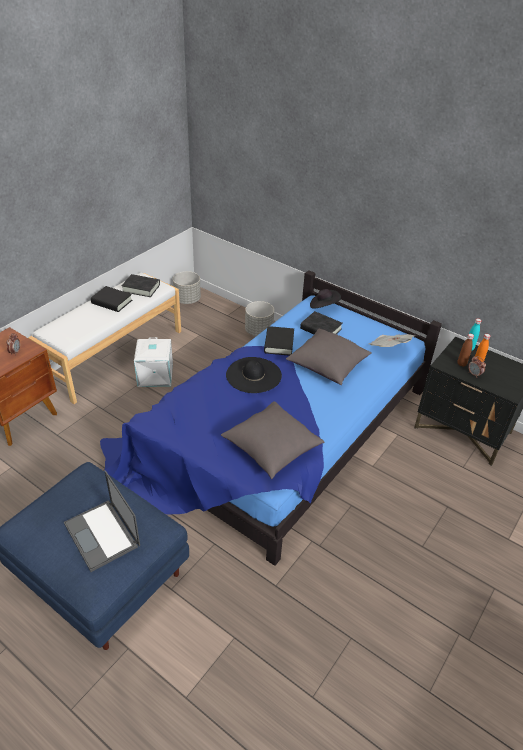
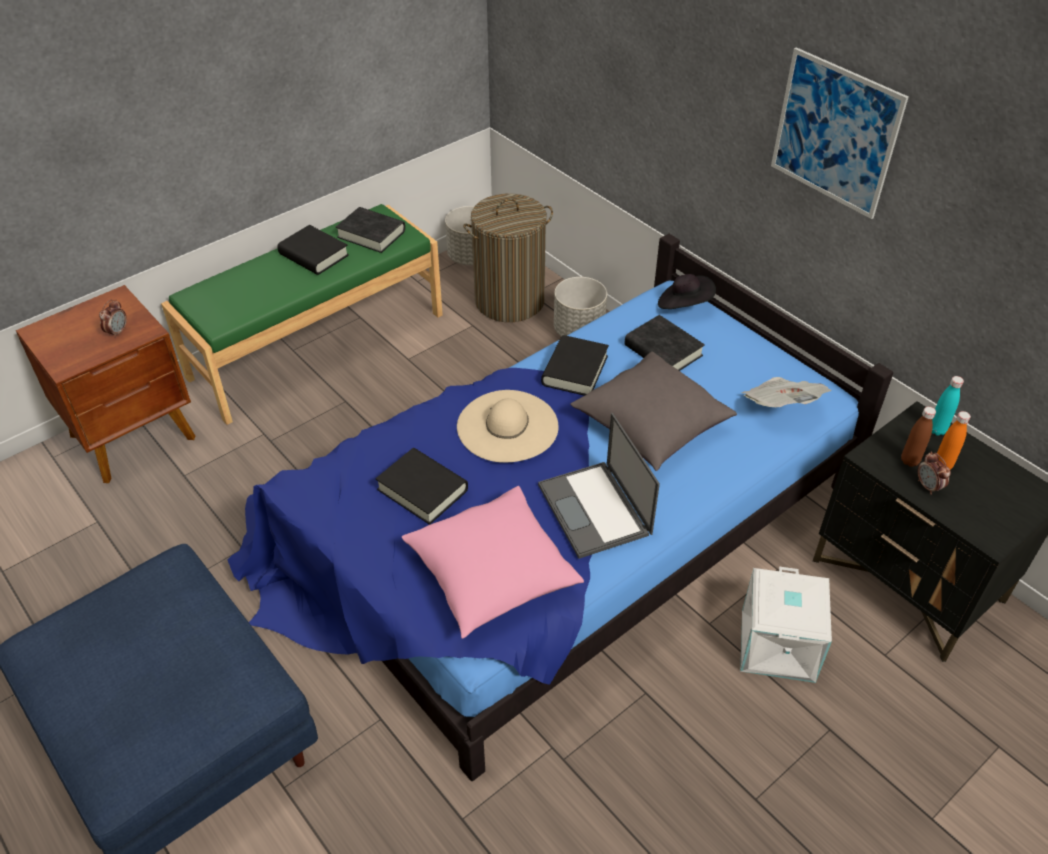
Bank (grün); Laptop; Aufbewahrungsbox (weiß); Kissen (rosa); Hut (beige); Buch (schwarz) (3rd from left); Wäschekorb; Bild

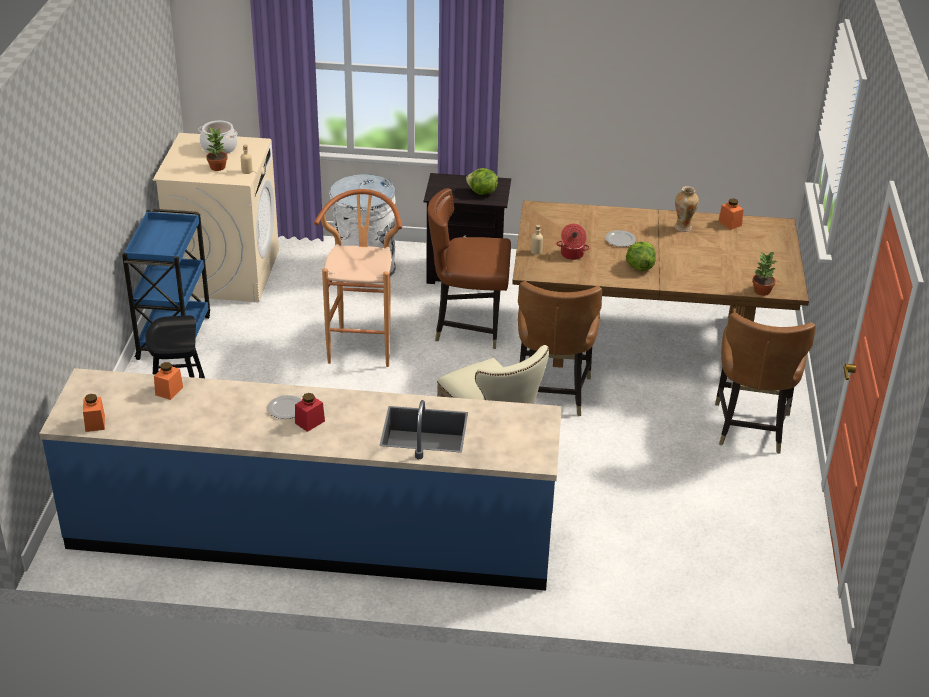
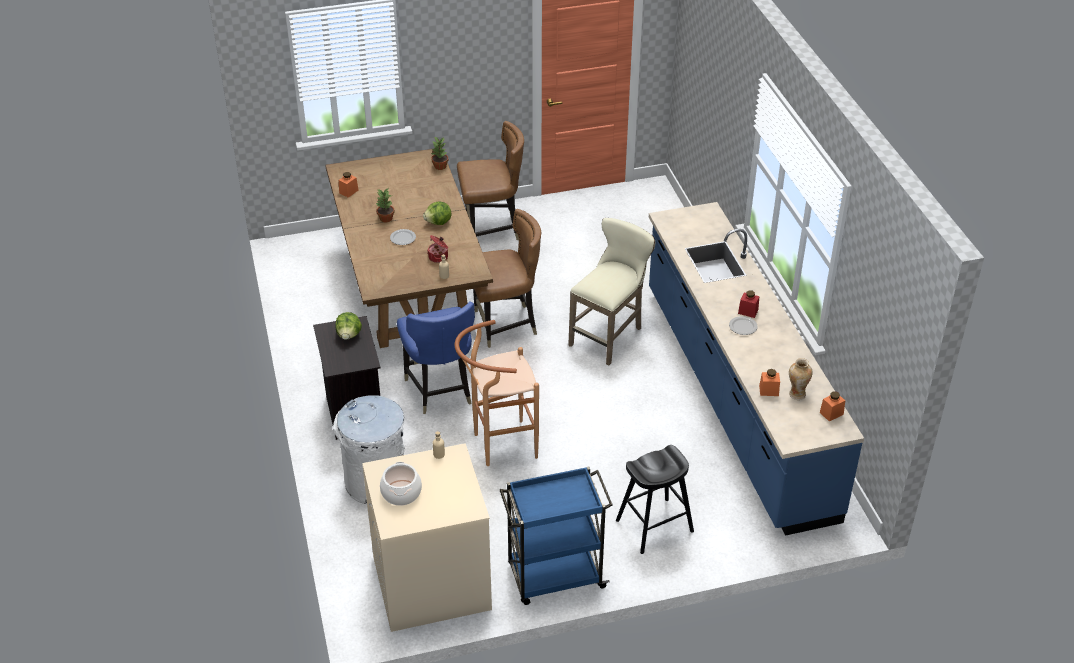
Topfpflanze (1st from left); Stuhl (blau); Vase

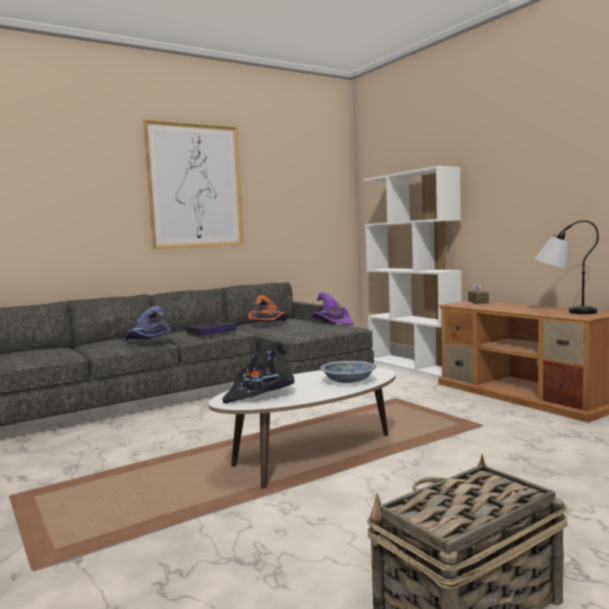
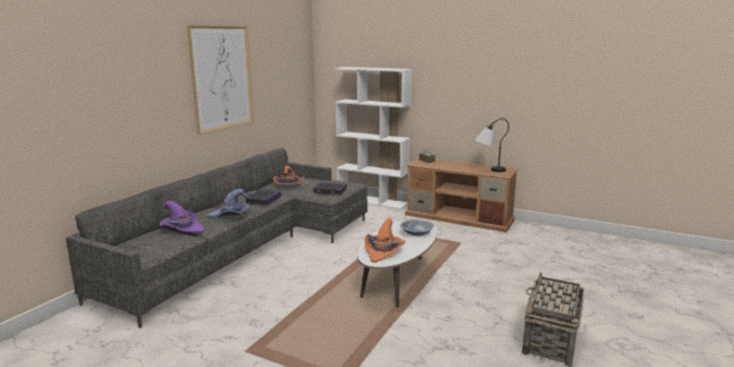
Hut (orange) (2nd from left); Hut (lila) (1st from left); Buch (2nd from left)

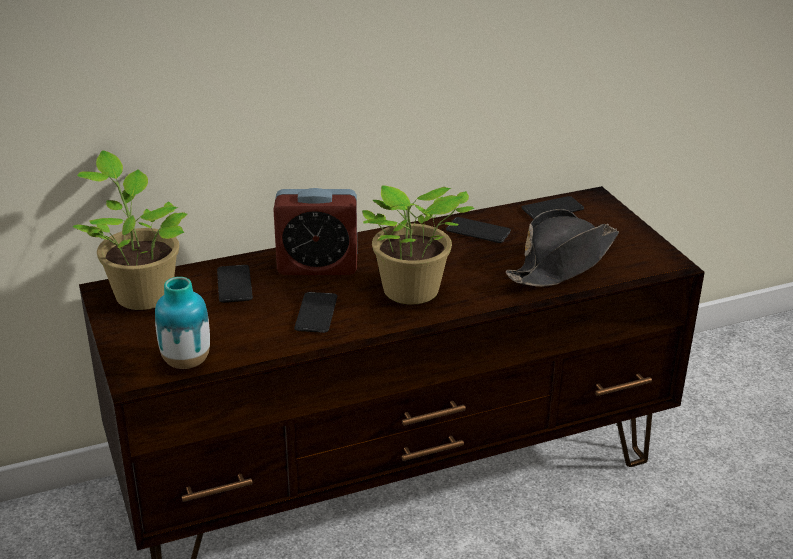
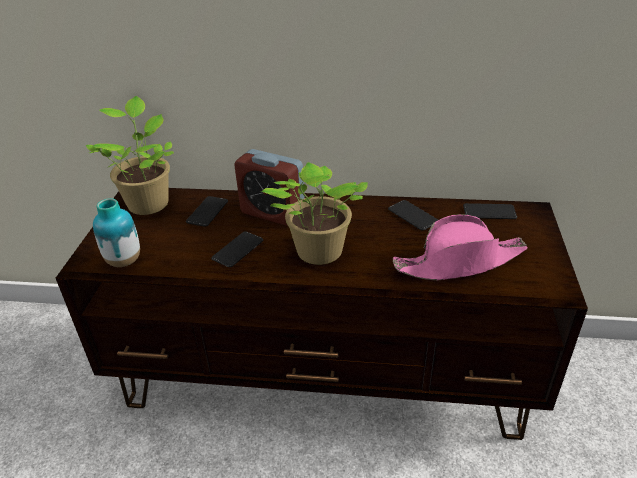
Hut (rosa)

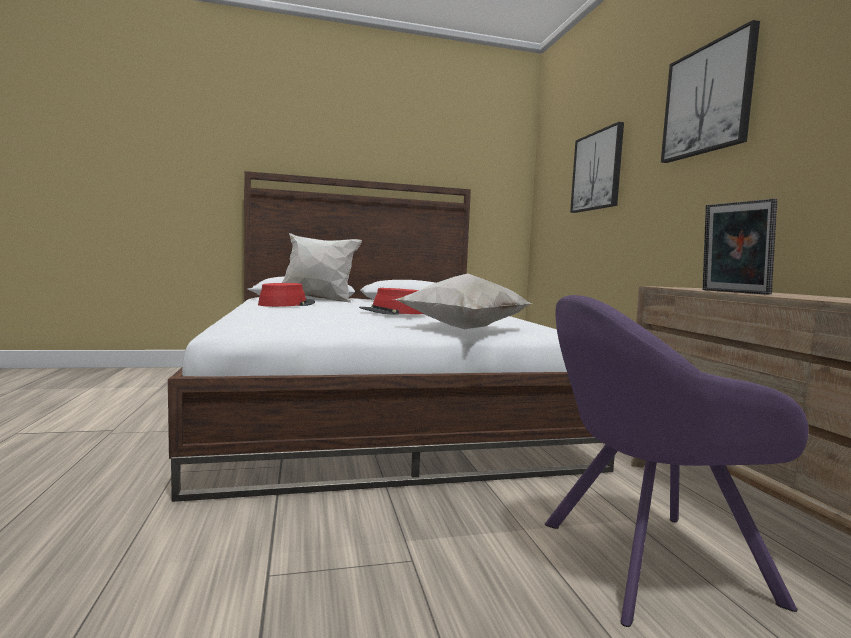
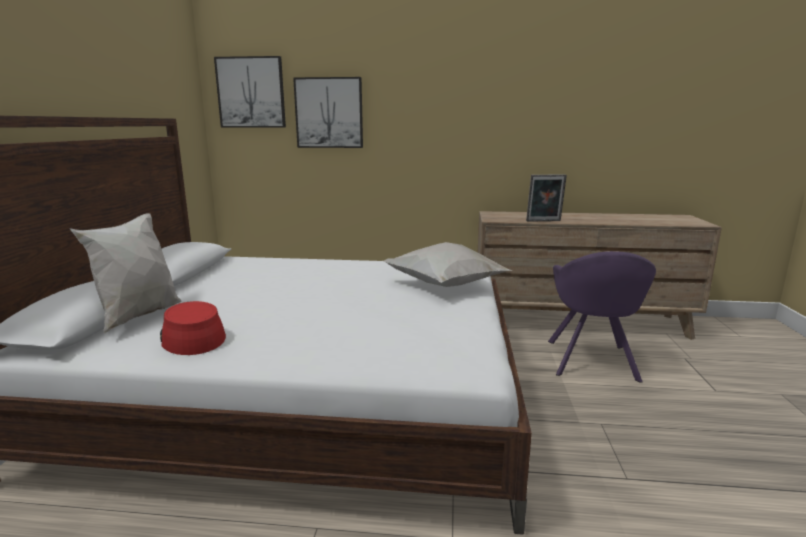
Hut (rot) (2nd from left in the first image); Bild (1st from left)

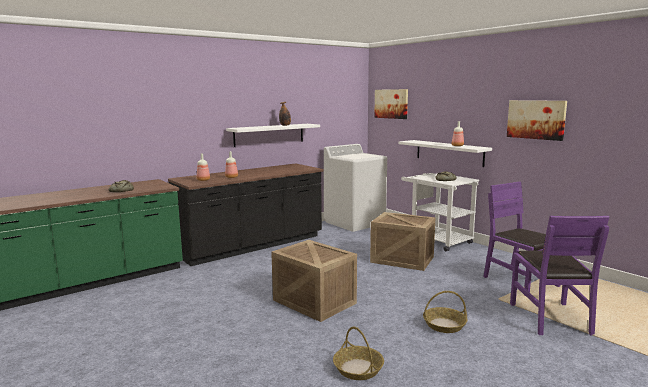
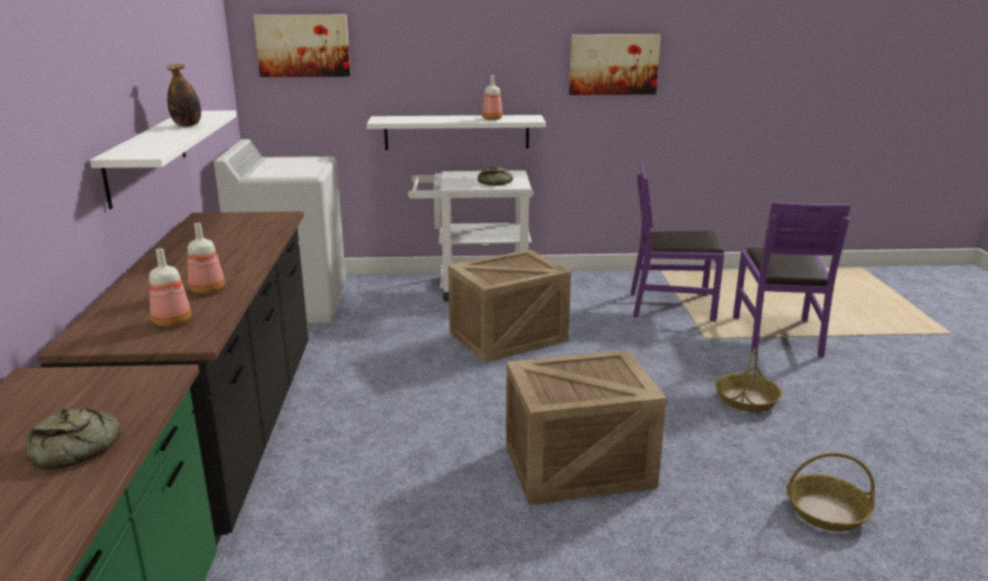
Stuhl (lila) (2nd from left)

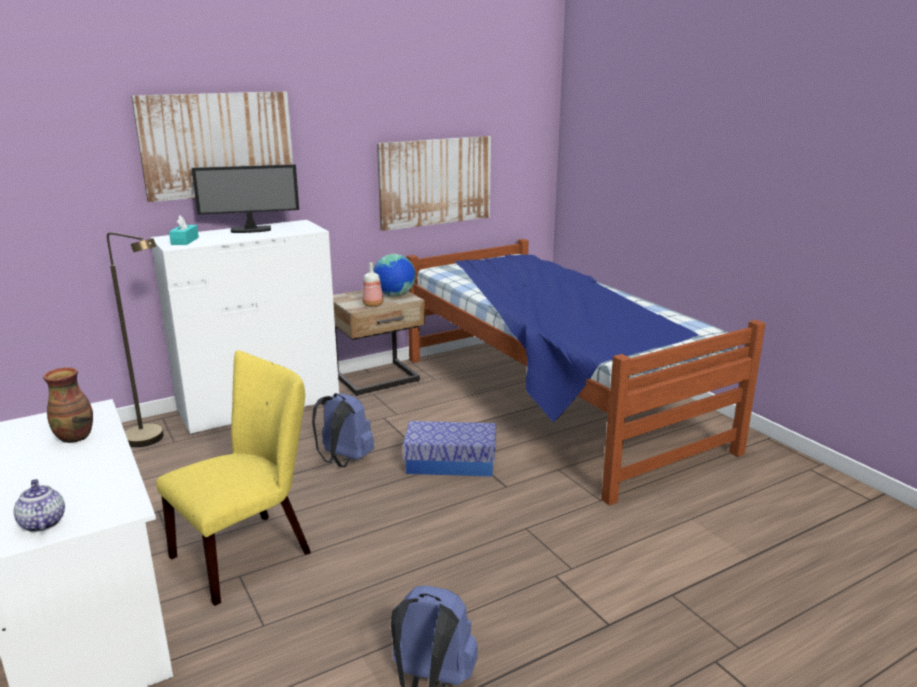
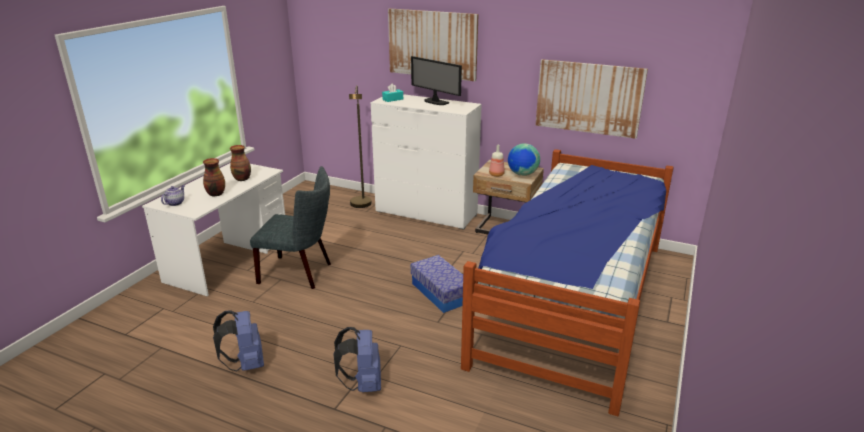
Stuhl (grau); Rucksack (blau) (2nd from left); Vase (1st from left)

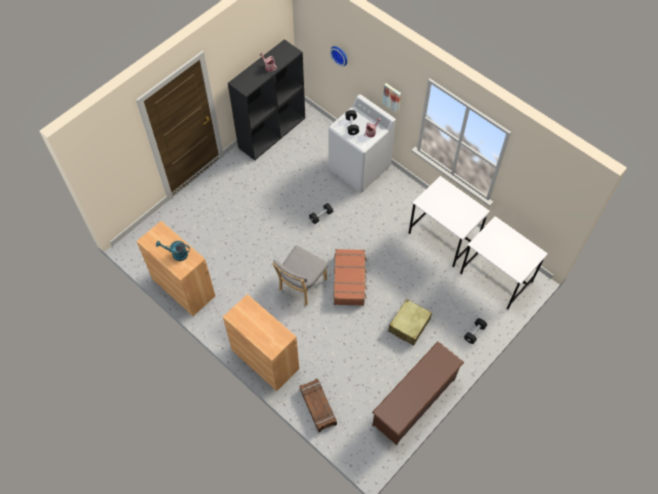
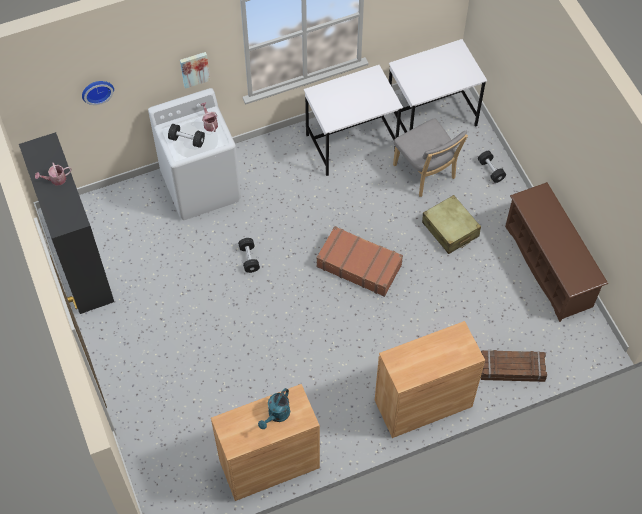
Stuhl (grau)

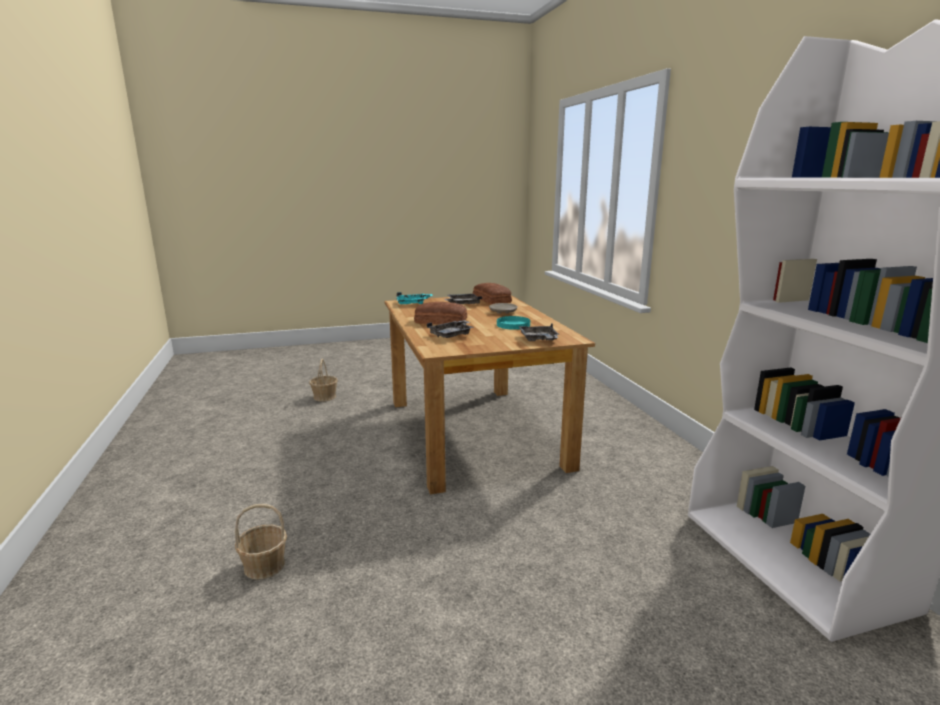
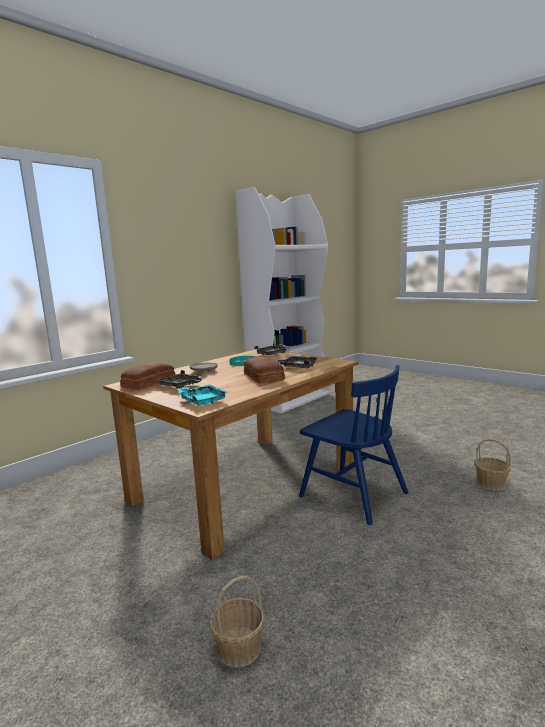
Stuhl (blau)

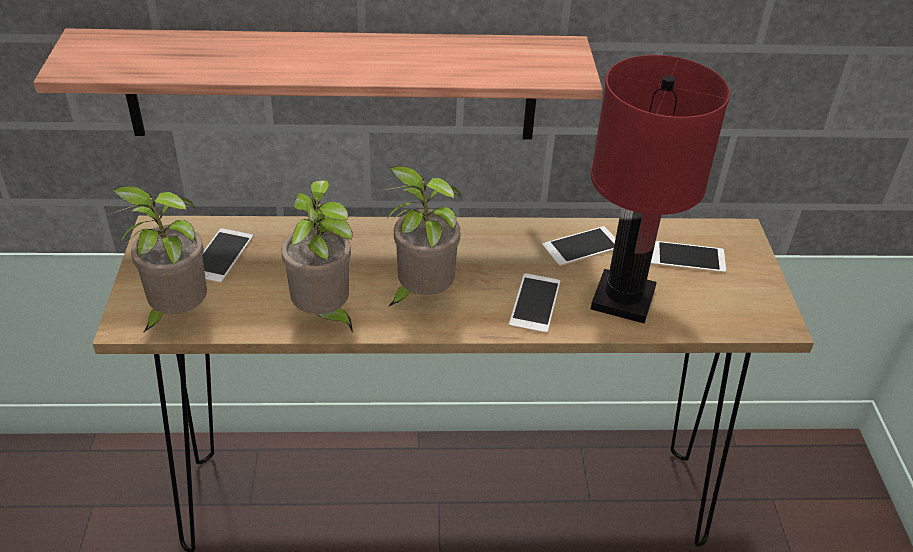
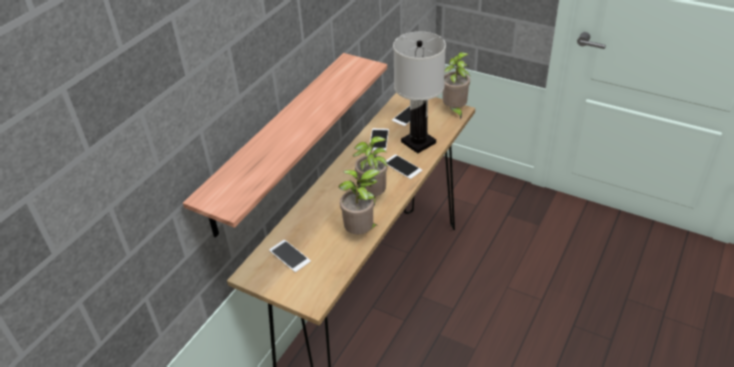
Topfpflanze (3rd from left); Tischlampe (weiß)

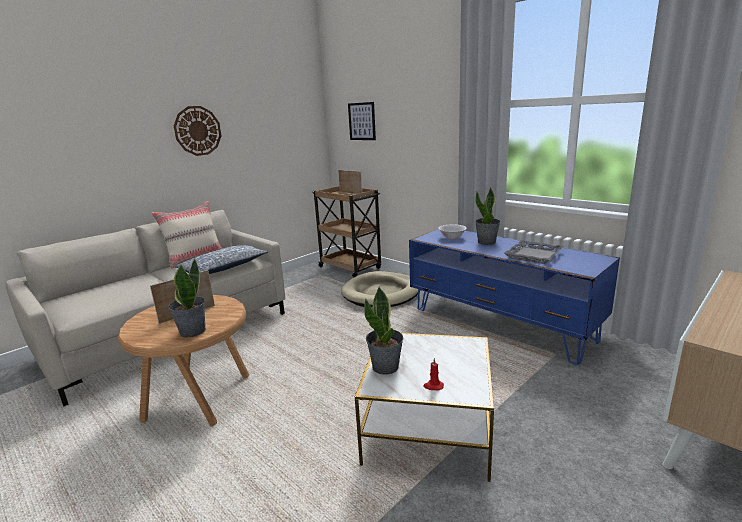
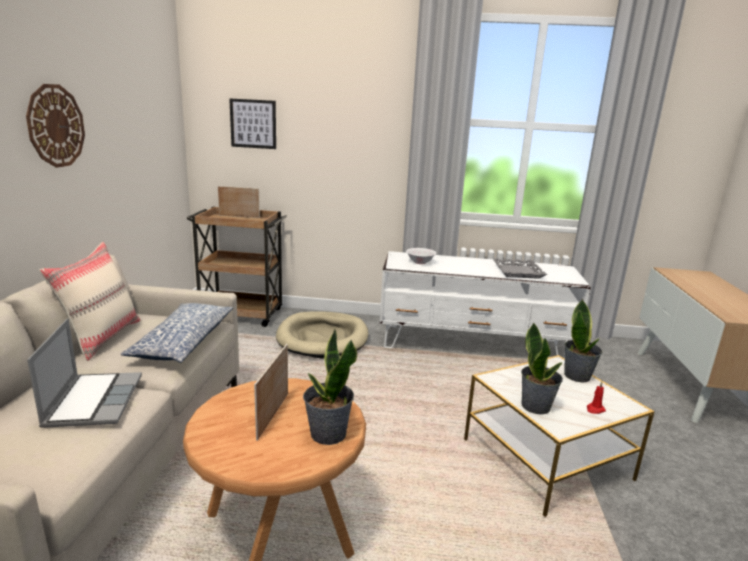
Fernsehschrank (weiß); Topfpflanze (3rd from left); Laptop

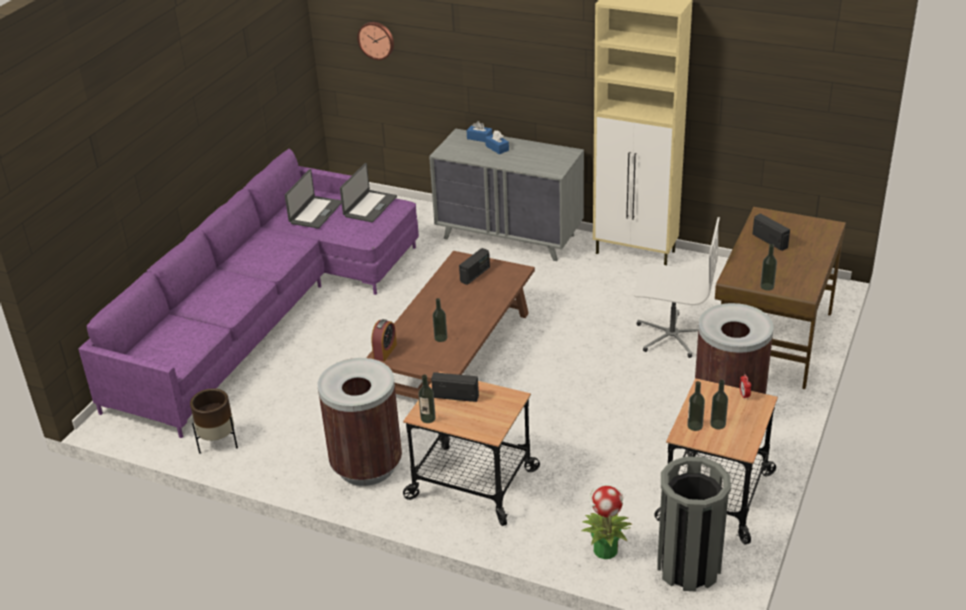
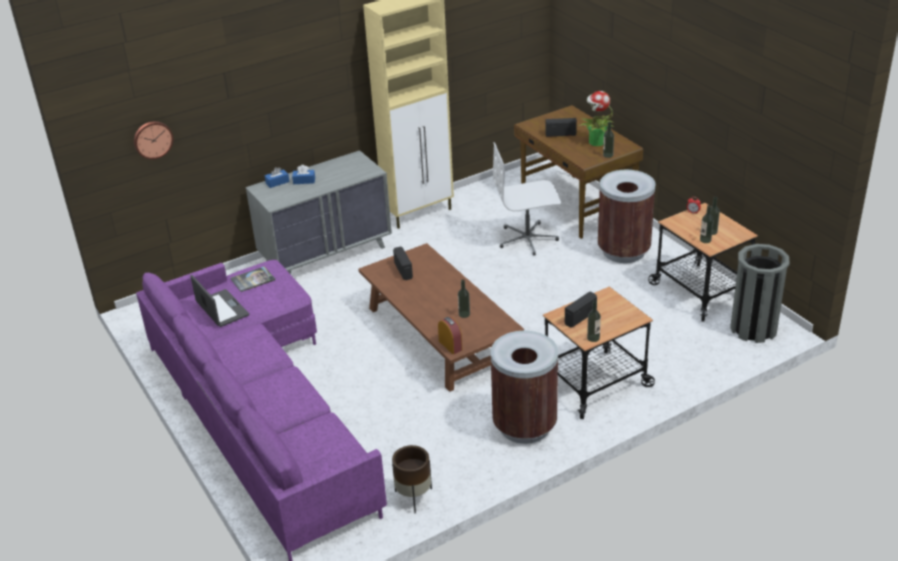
Buch; Topfpflanze; Bürostuhl (weiß)

